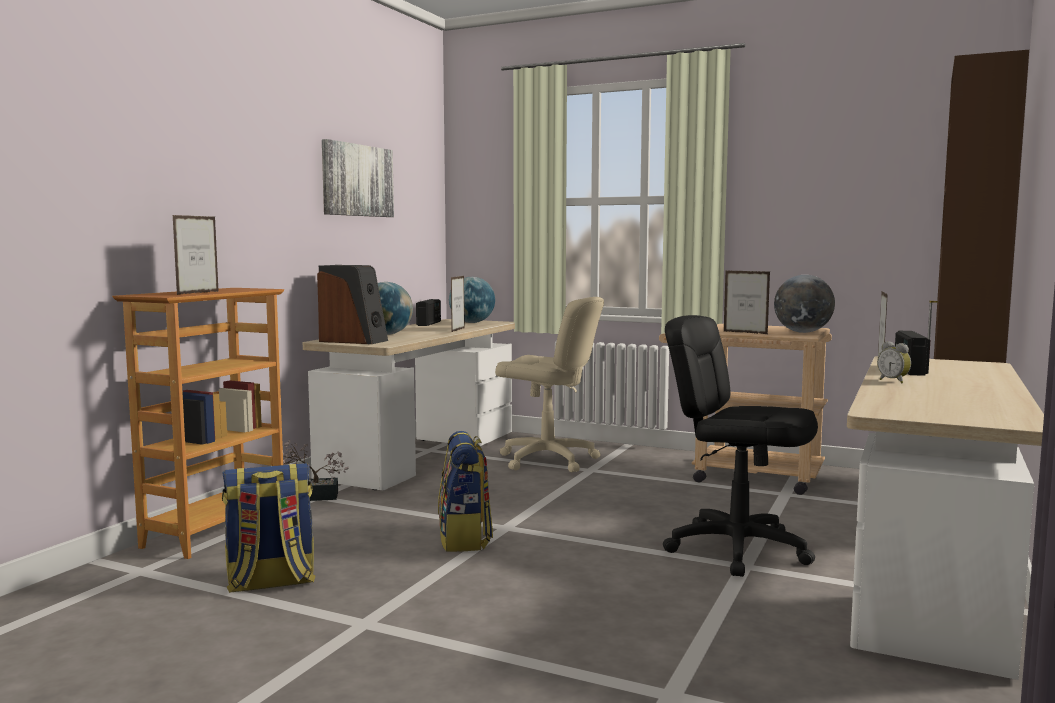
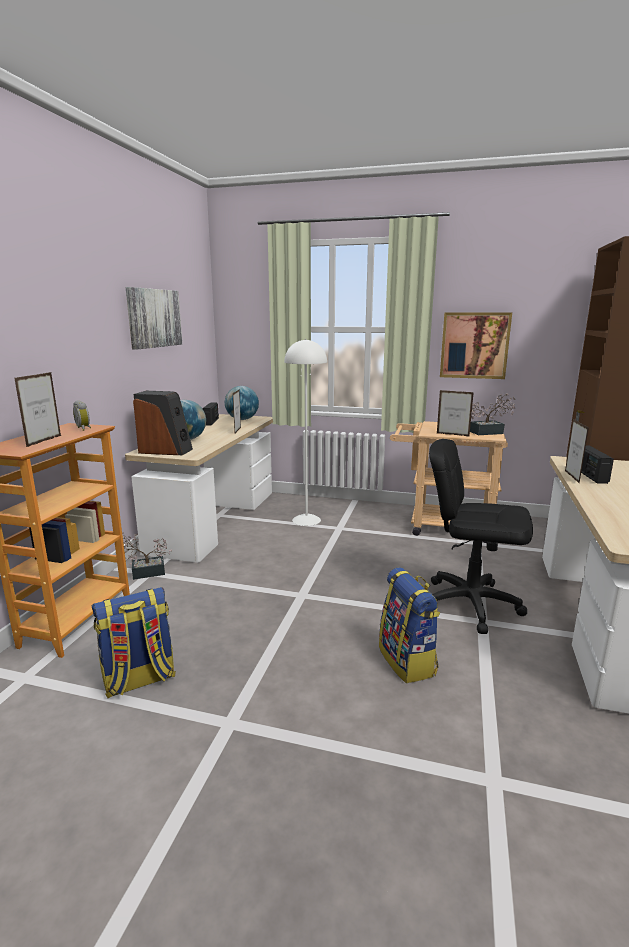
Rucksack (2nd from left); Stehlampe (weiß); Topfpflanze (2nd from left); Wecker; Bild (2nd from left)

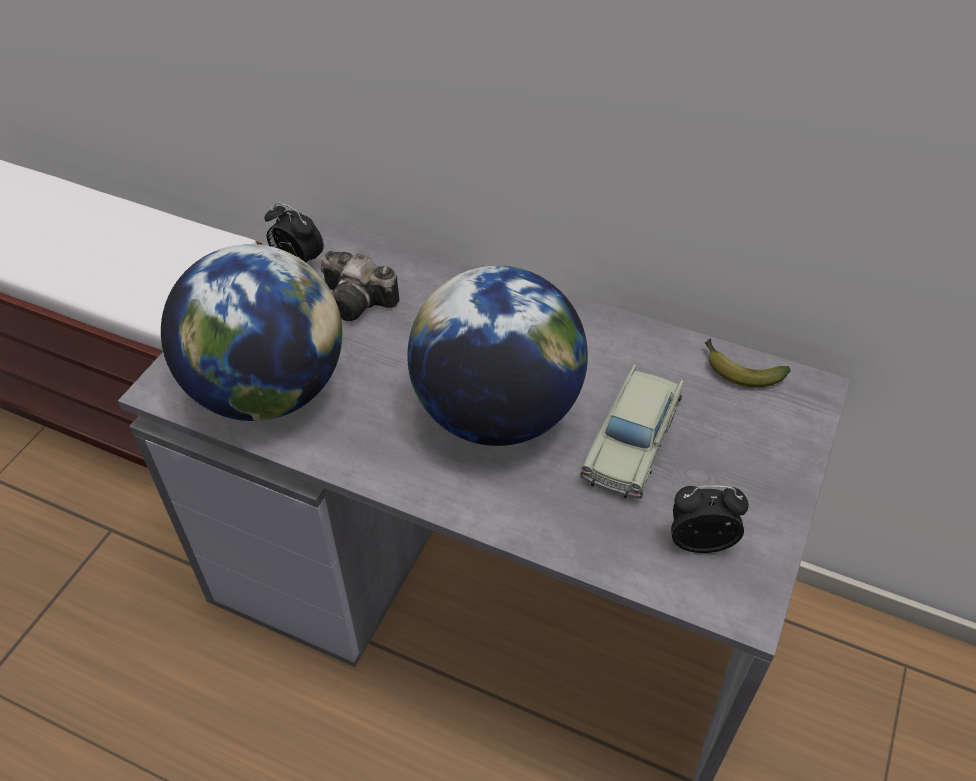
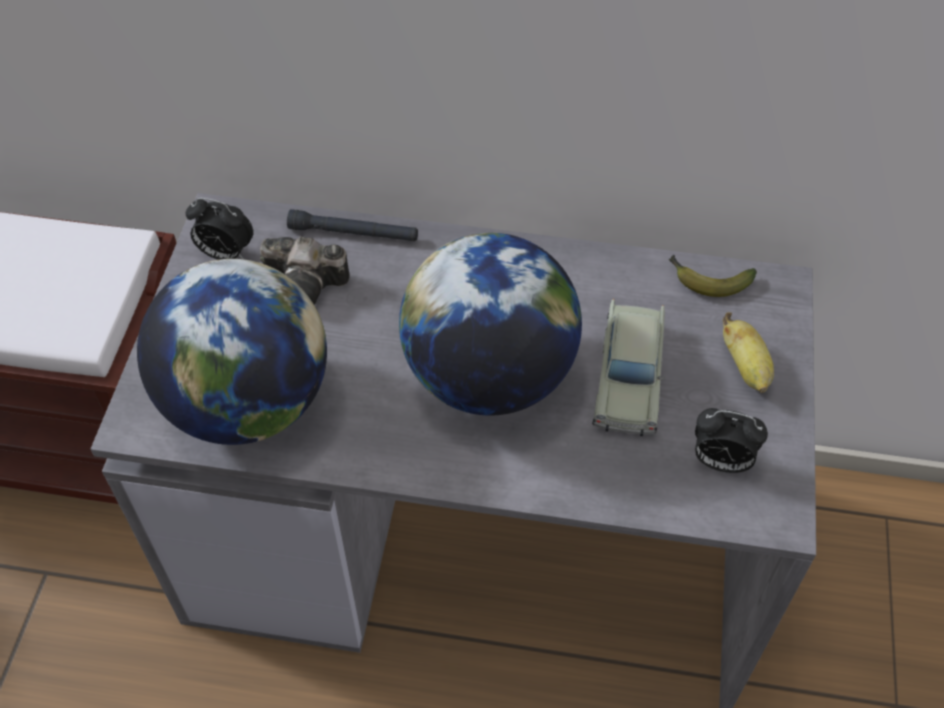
Wecker (2nd from left); Taschenlampe (schwarz); Banane (2nd from left)

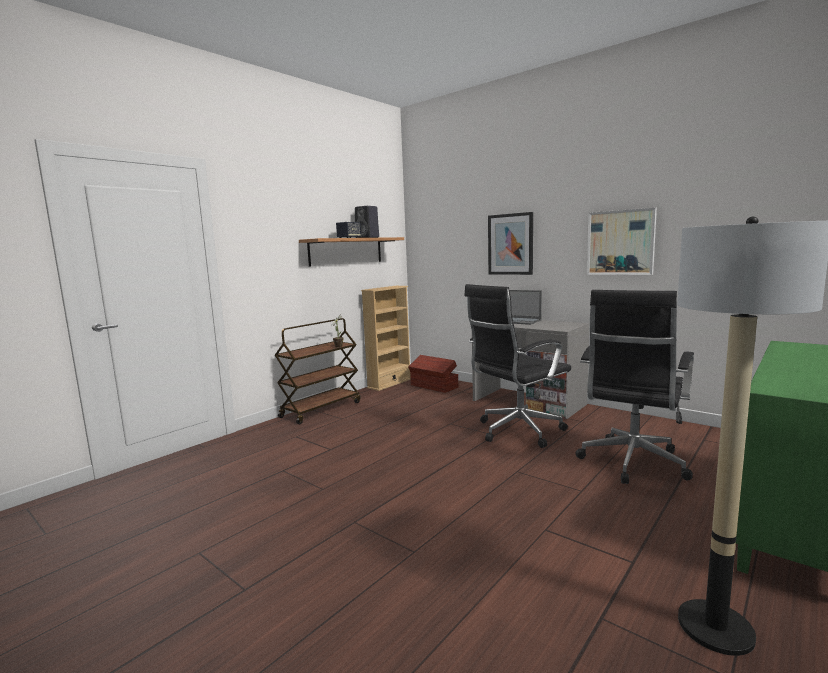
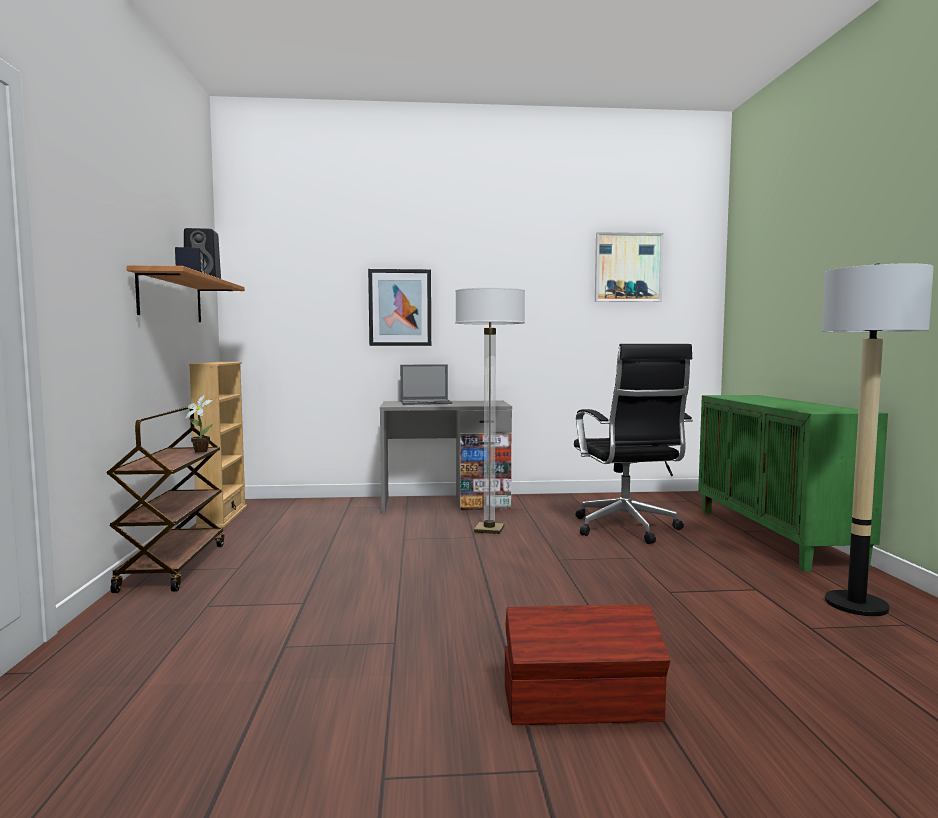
Aufbewahrungsbox (braun); Stehlampe (1st from left); Bild (2nd from left)

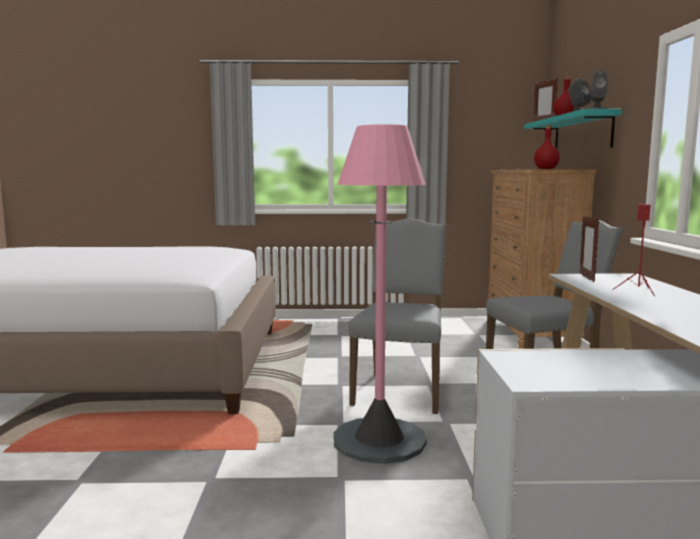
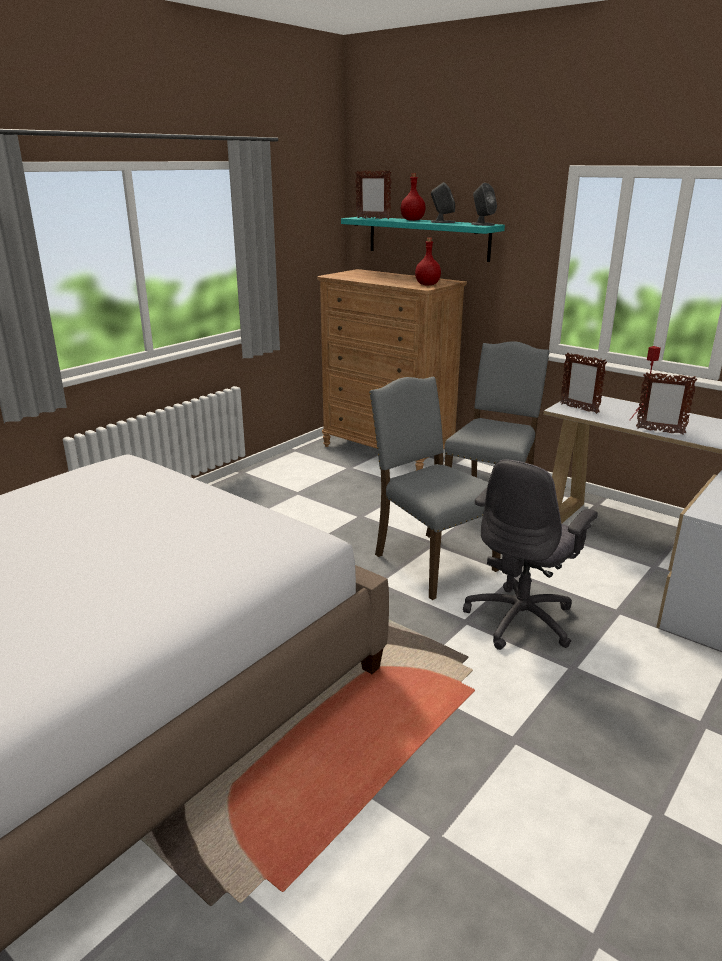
Bürostuhl (grau); Bilderrahmen (3rd from left)

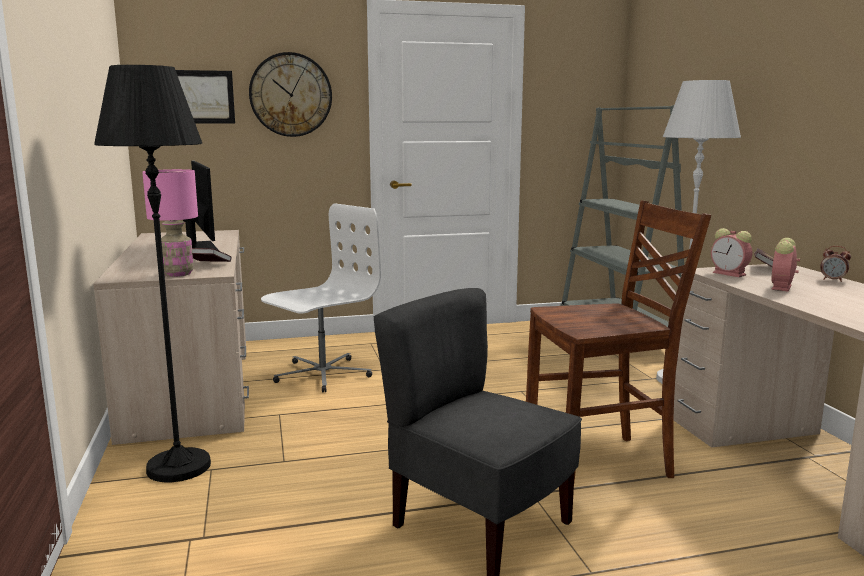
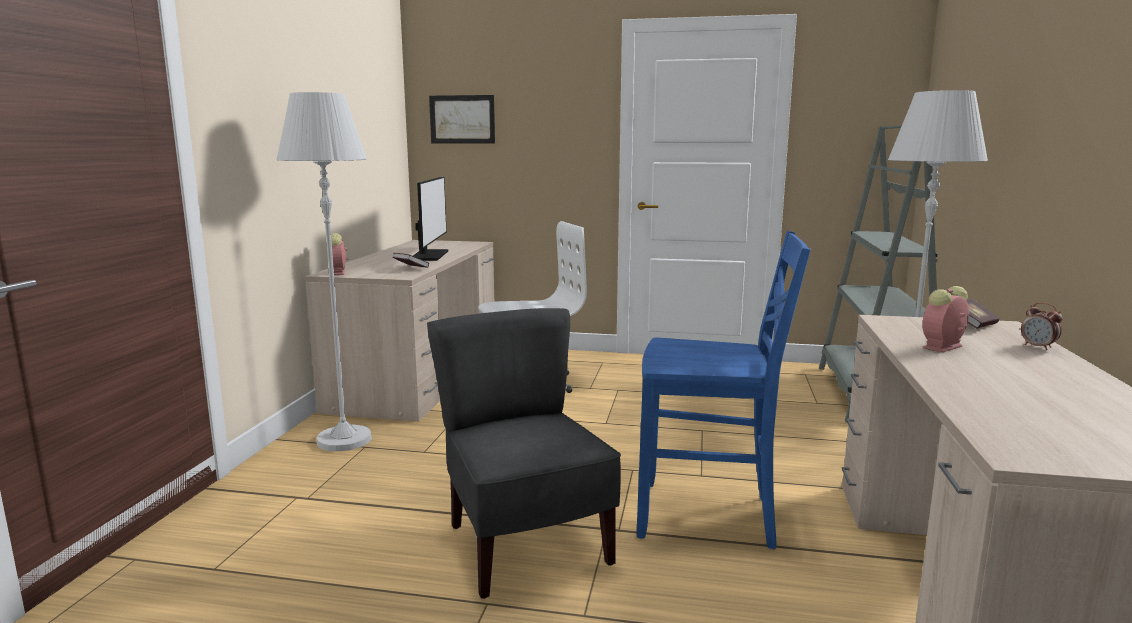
Stehlampe (weiß) (1st from left); Tischlampe (rosa); Wanduhr; Stuhl (blau); Wecker (1st from left)

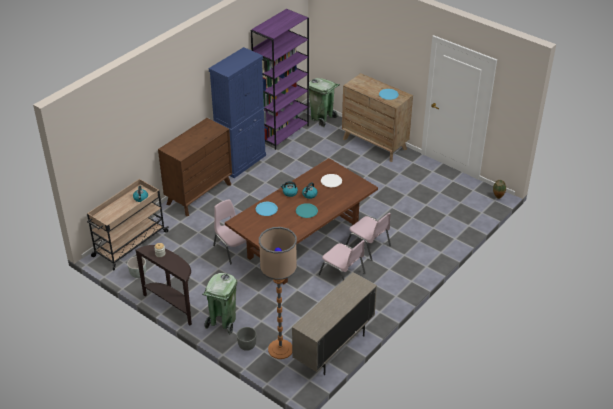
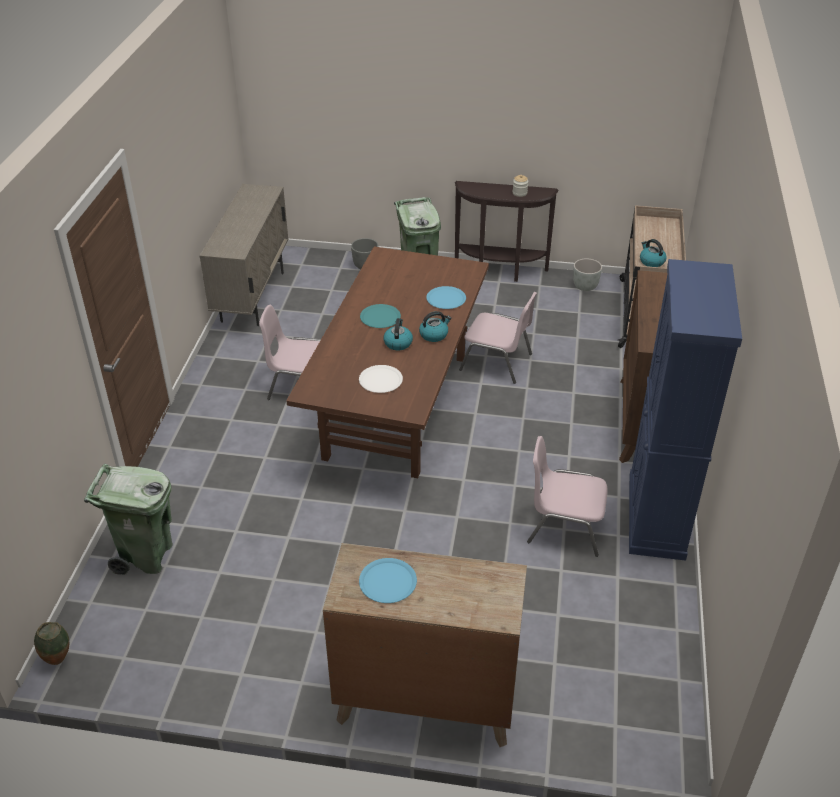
Bücherregal (lila); Stehlampe; Mülleimer (grün) (1st from left); Stuhl (rosa) (3rd from left)

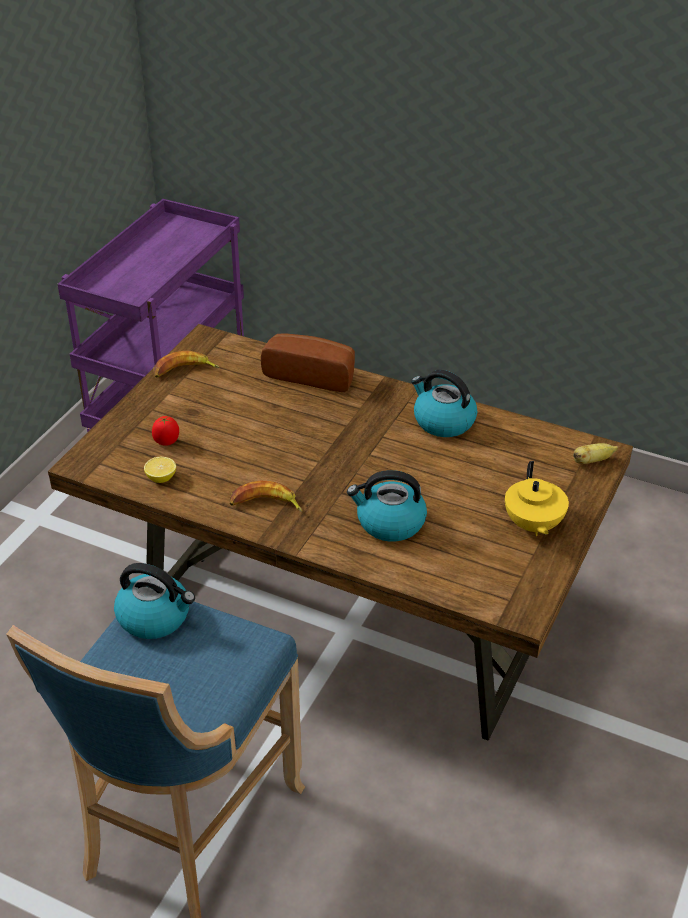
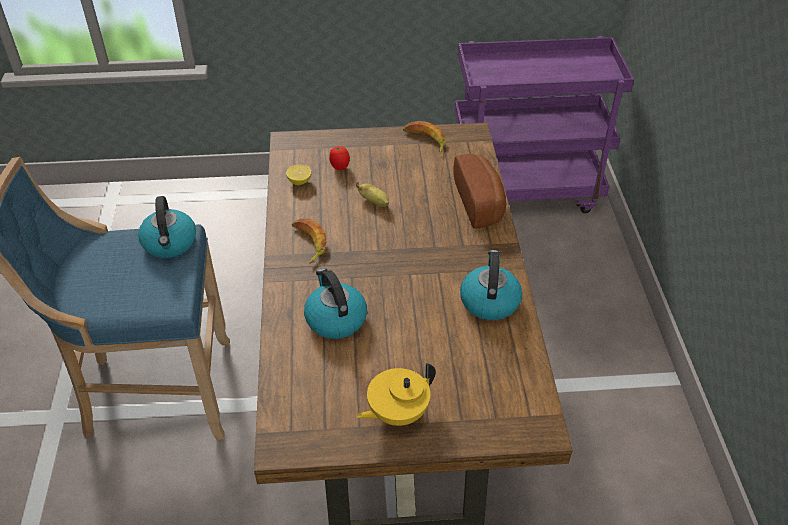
Banane (2nd from left)

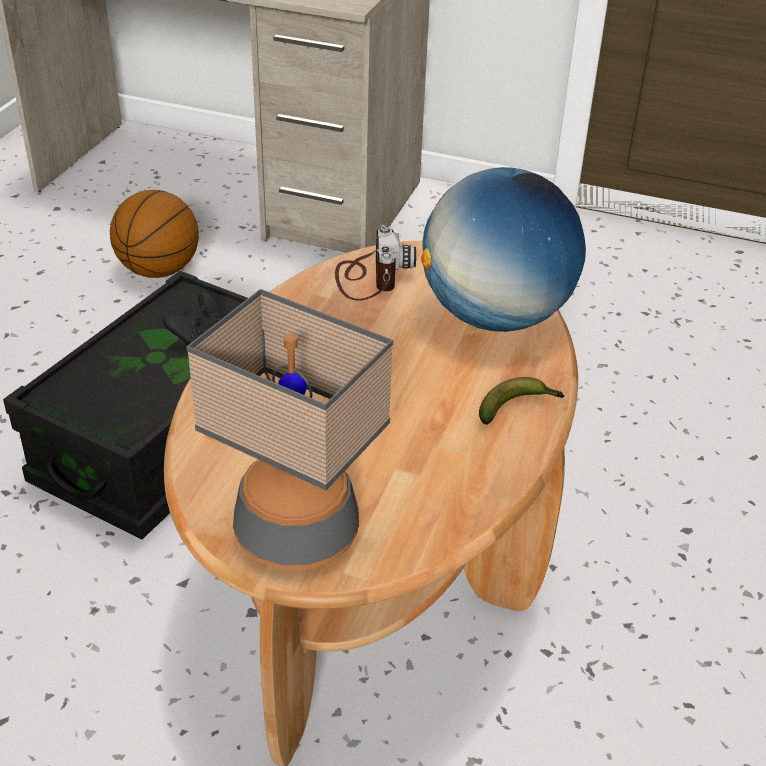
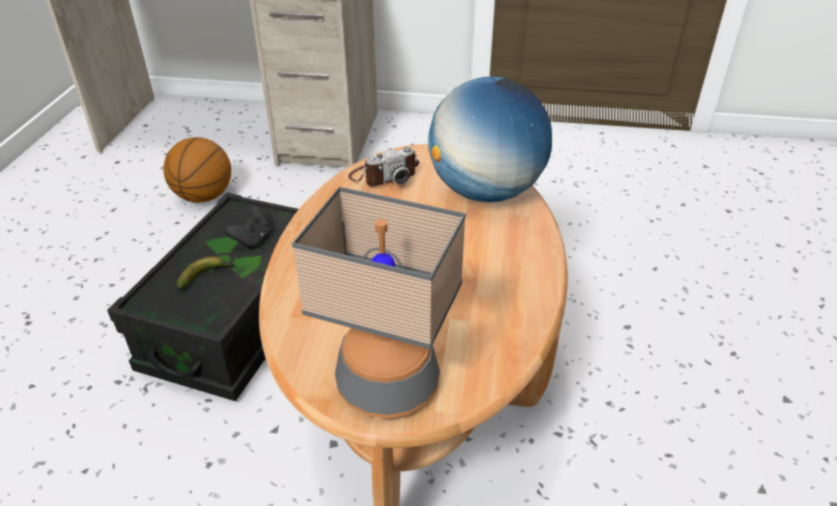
Kamera; Banane

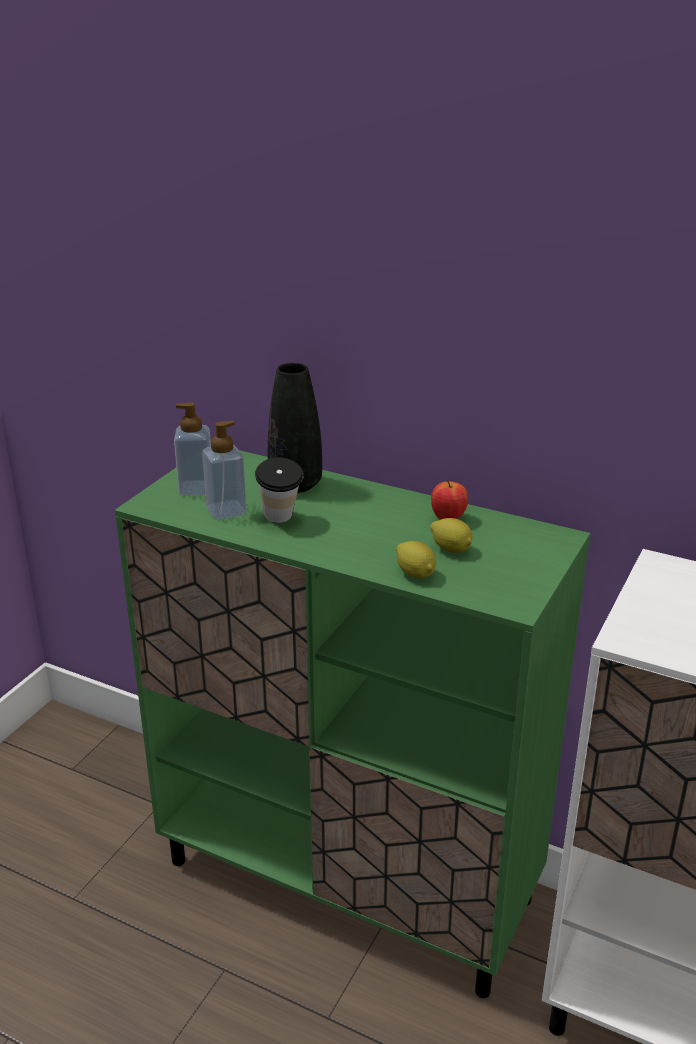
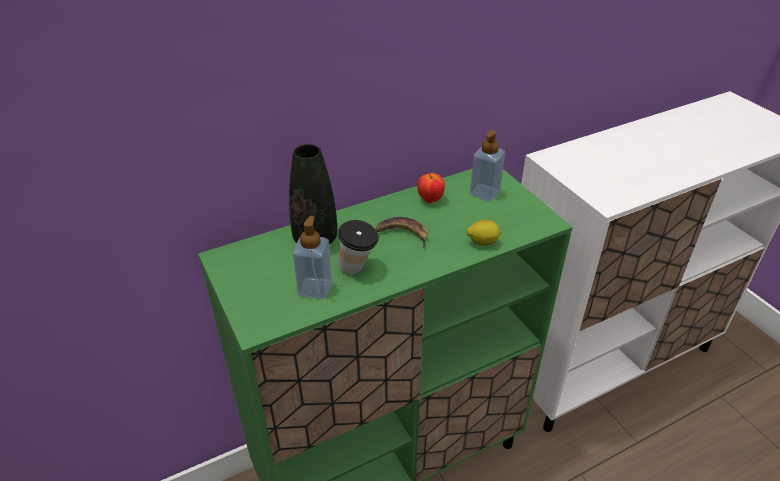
Seifenspender (2nd from left); Zitrone (2nd from left in the first image); Banane

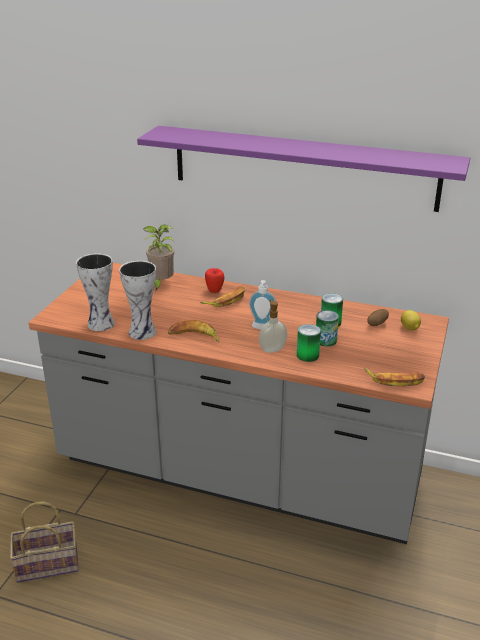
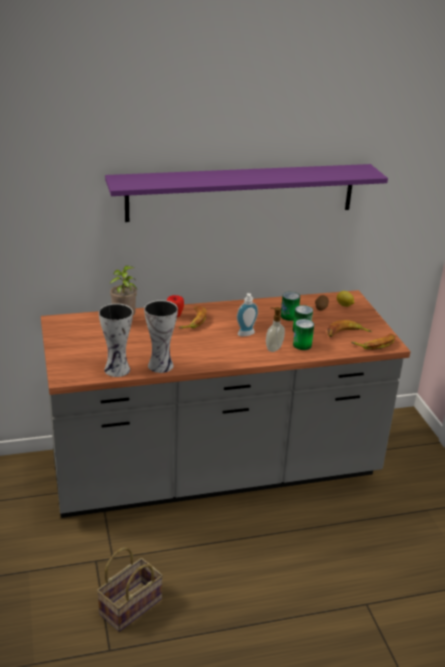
Banane (2nd from left)

